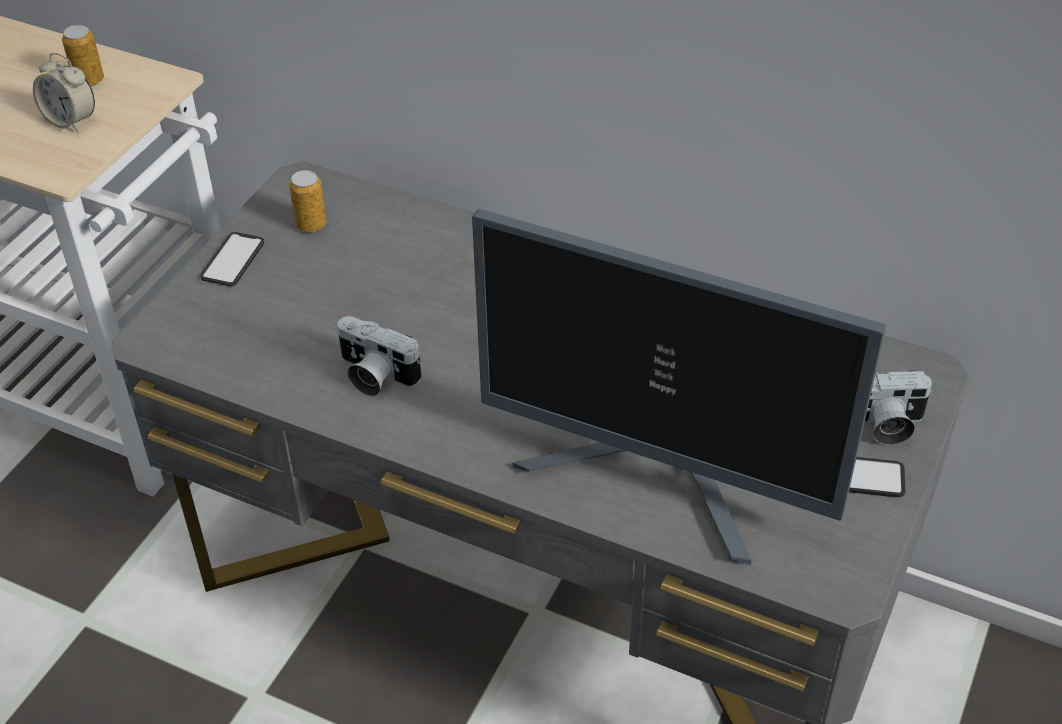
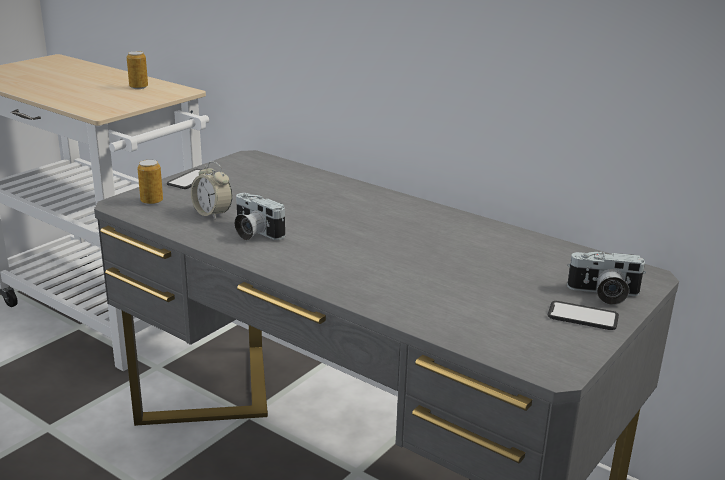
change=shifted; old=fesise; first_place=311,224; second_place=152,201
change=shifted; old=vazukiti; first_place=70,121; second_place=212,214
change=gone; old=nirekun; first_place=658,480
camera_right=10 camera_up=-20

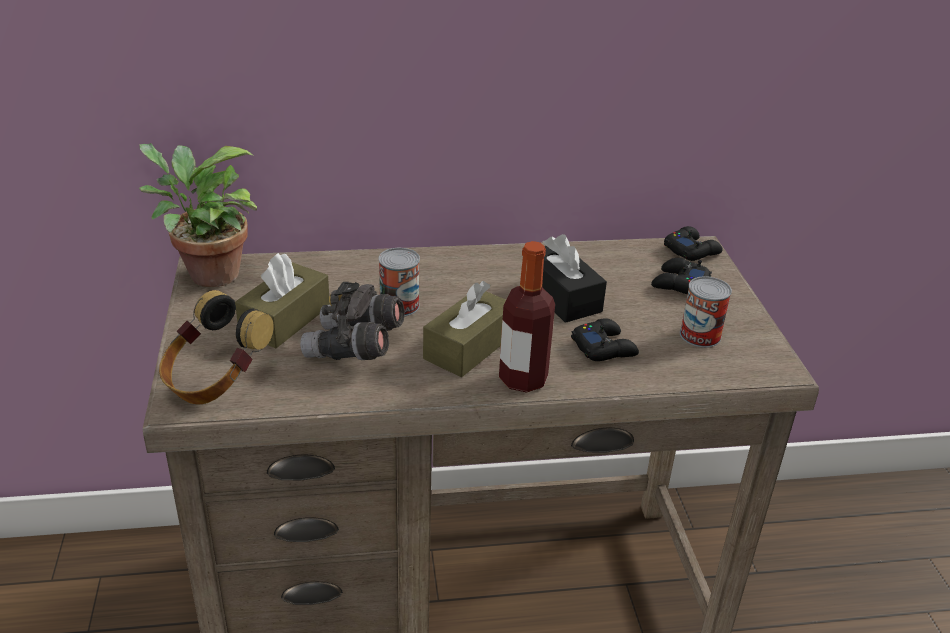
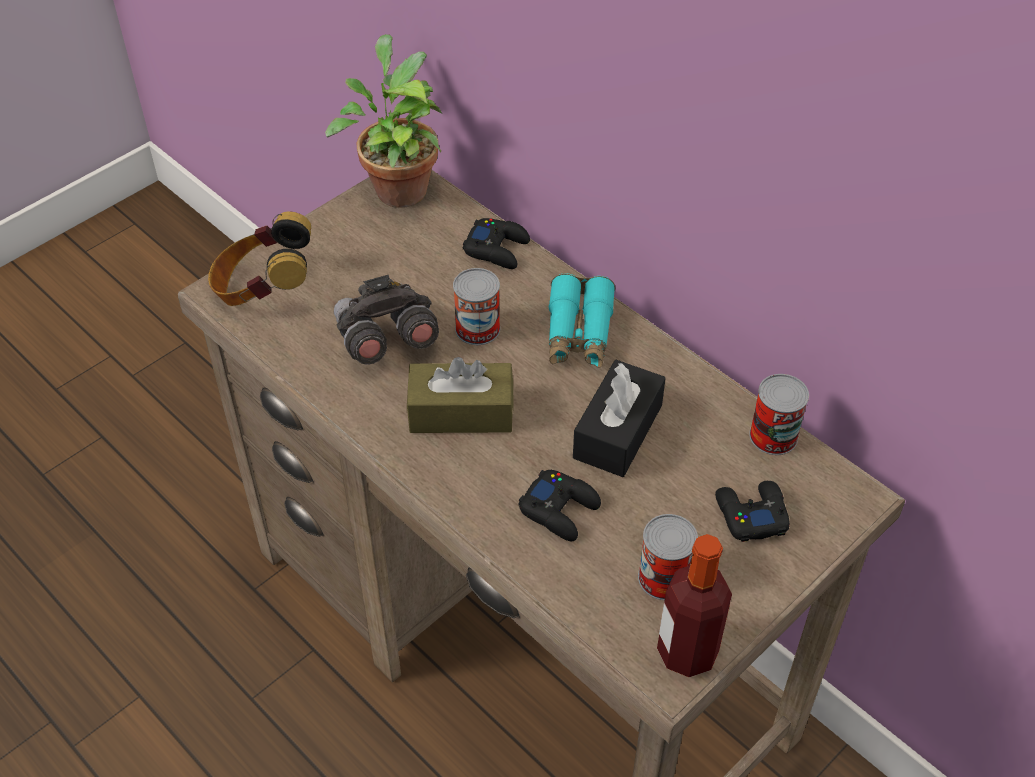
change=shifted; old=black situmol; first_place=691,250; second_place=497,249
change=new; new=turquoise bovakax; second_place=579,333
change=shifted; old=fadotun; first_place=523,379; second_place=687,652
change=new; new=fesise; second_place=773,436
change=gone; old=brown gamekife; first_place=285,320
camera_right=55 camera_up=15

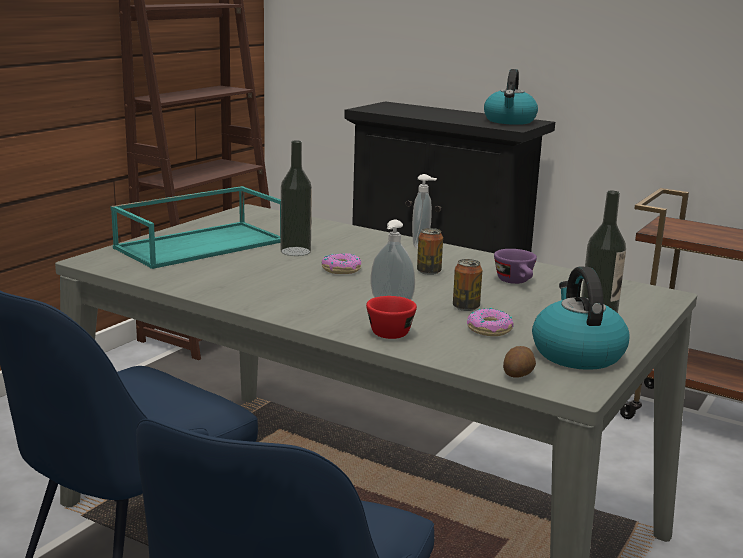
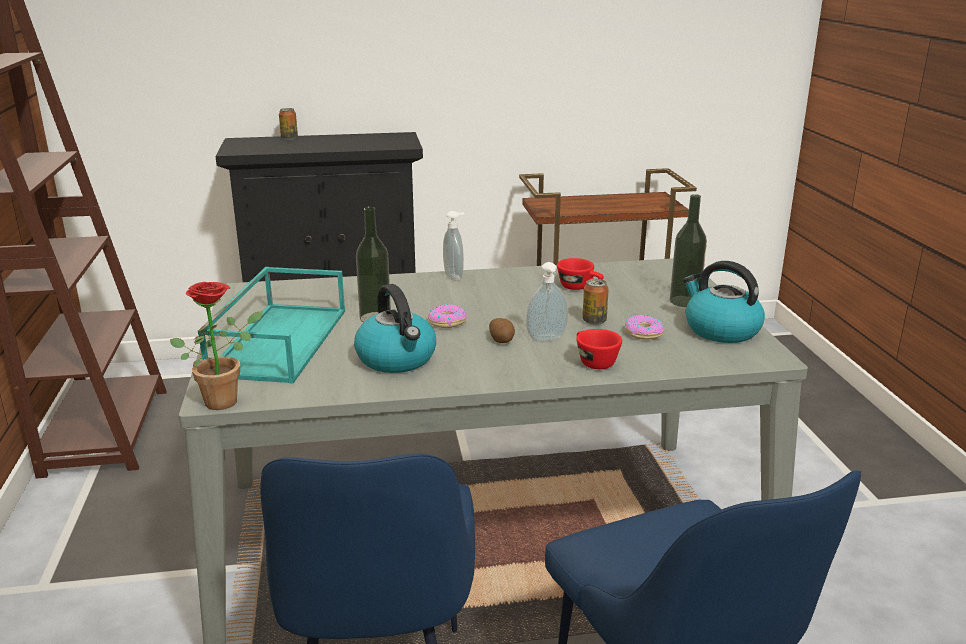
change=new; new=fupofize; second_place=227,399
change=shifted; old=fesise; first_place=428,272; second_place=289,138
change=shifted; old=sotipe; first_place=509,121; second_place=397,359
change=shifted; old=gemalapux; first_place=518,374; second_place=502,340
change=repainted; old=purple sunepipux; new=red sunepipux; first_place=516,282; second_place=579,287
camera_right=-40 camera_up=5

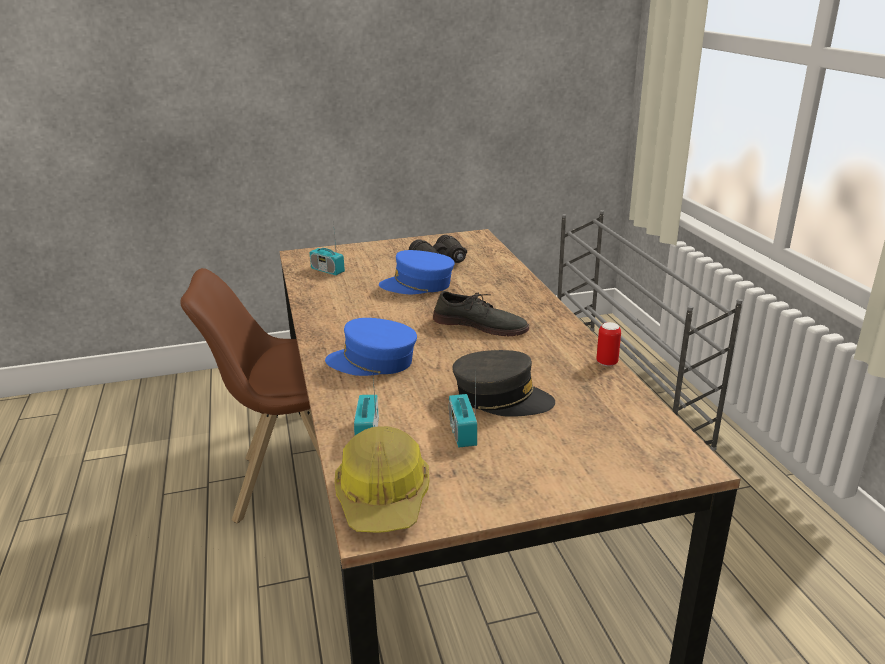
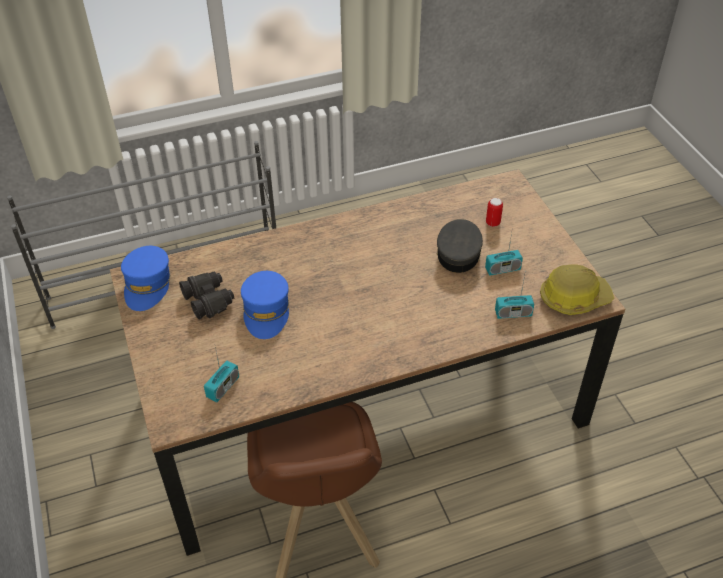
change=shifted; old=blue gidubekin; first_place=372,362; second_place=147,285
change=shifted; old=fesise; first_place=607,363; second_place=493,223
change=gone; old=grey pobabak; first_place=480,325
camera_right=-95 camera_up=20

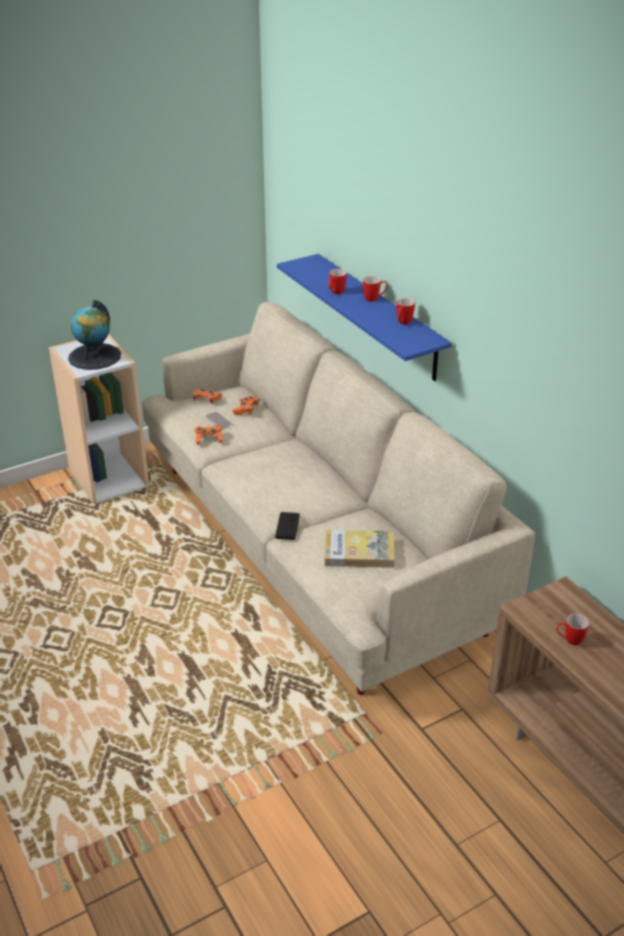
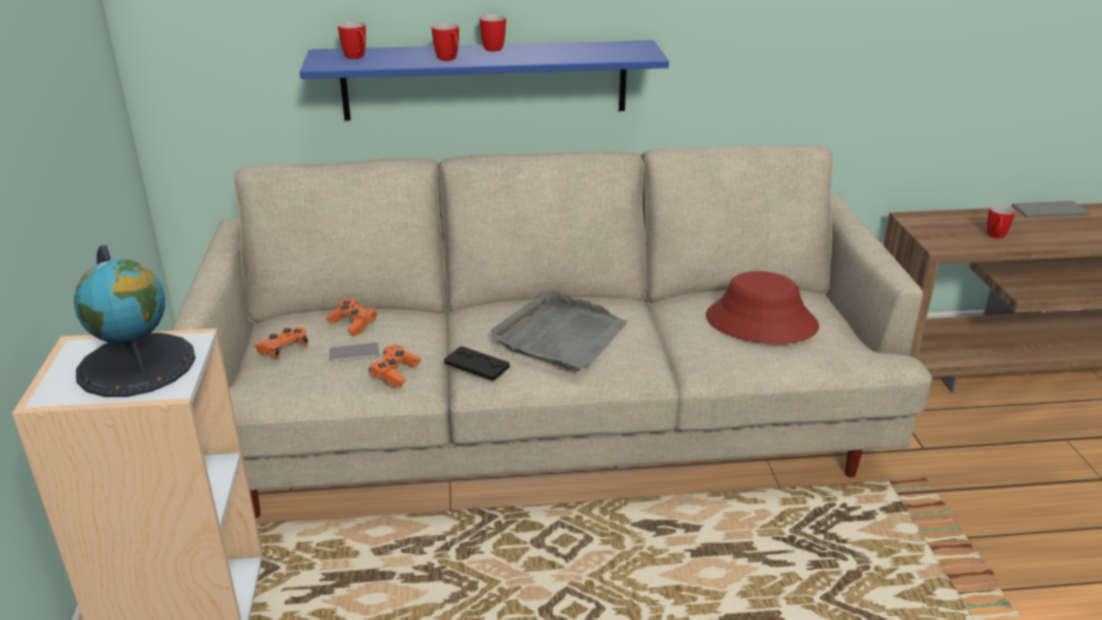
change=shifted; old=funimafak; first_place=403,323; second_place=357,58
change=shifted; old=black situmol; first_place=287,526; second_place=476,364
change=new; new=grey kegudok; second_place=560,336
change=swapped; old=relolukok; new=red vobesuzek; first_place=359,552; second_place=761,322
camera_right=-65 camera_up=-5

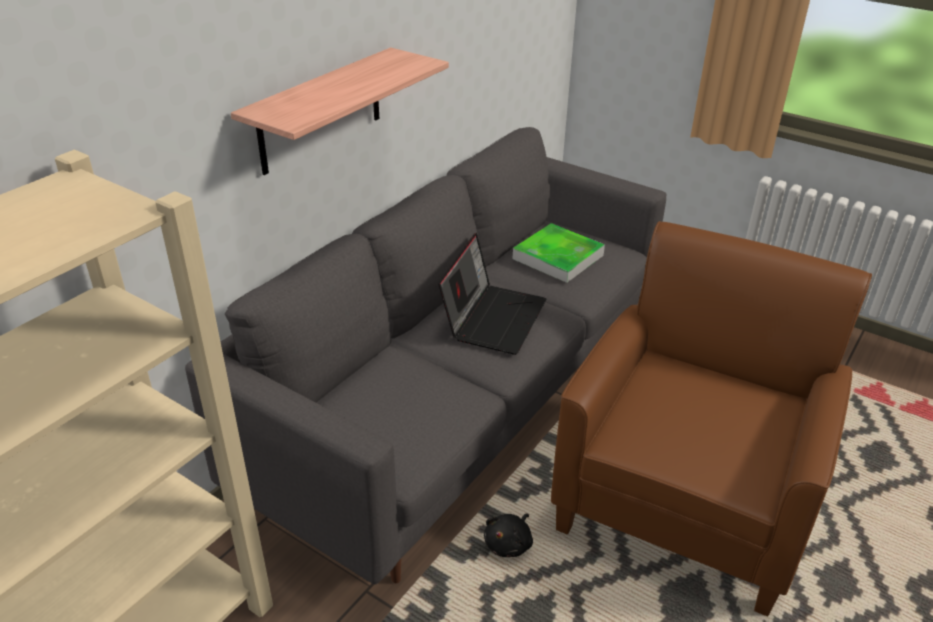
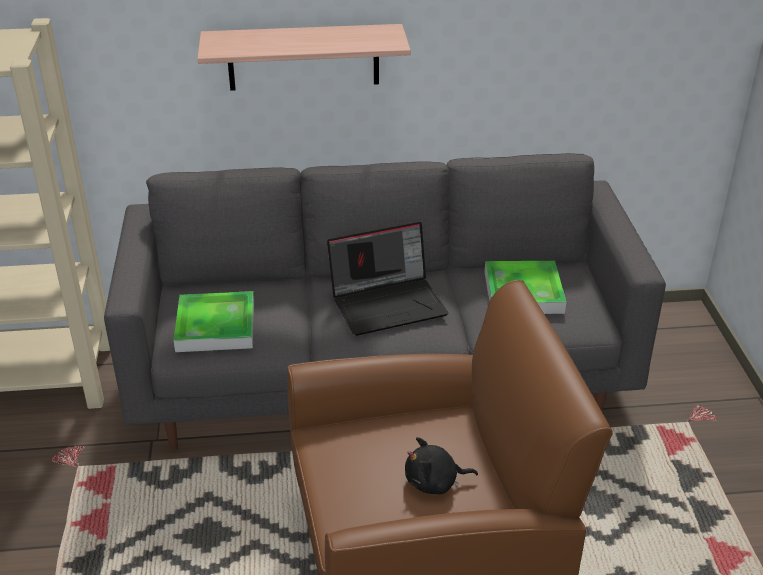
change=new; new=kegudok; second_place=216,326
change=shifted; old=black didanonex; first_place=509,544; second_place=435,482
camera_right=50 camera_up=0

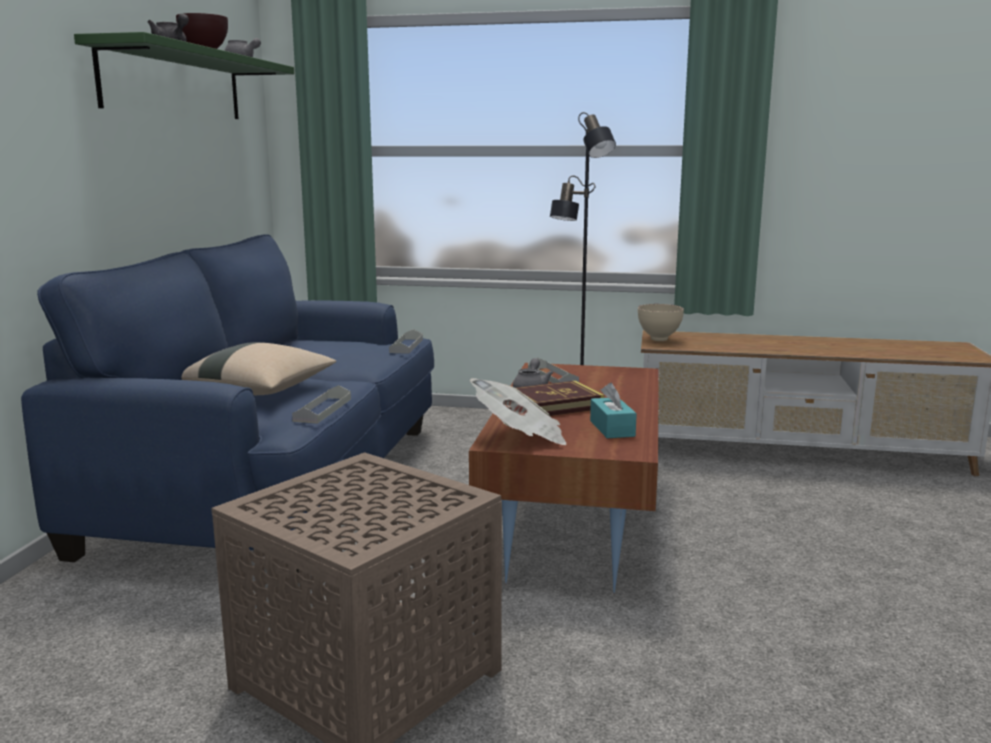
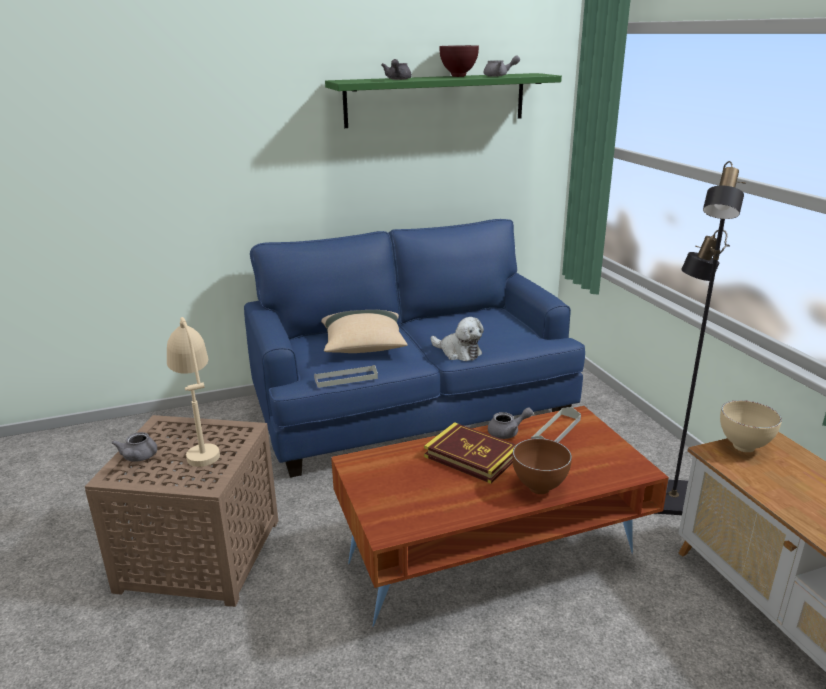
change=new; new=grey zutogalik; second_place=137,458
change=new; new=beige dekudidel; second_place=200,439
change=new; new=didanonex; second_place=458,352
change=new; new=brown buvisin; second_place=538,488
change=gone; old=grey kegudok; first_place=406,346
change=gone; old=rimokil; first_place=520,437
change=gone; old=turquoise gamekife; first_place=612,428
camera_right=60 camera_up=10

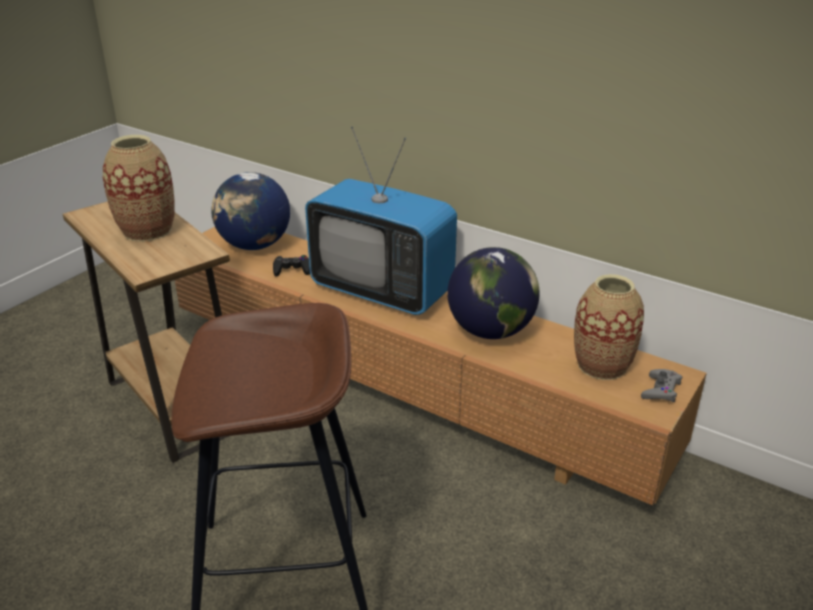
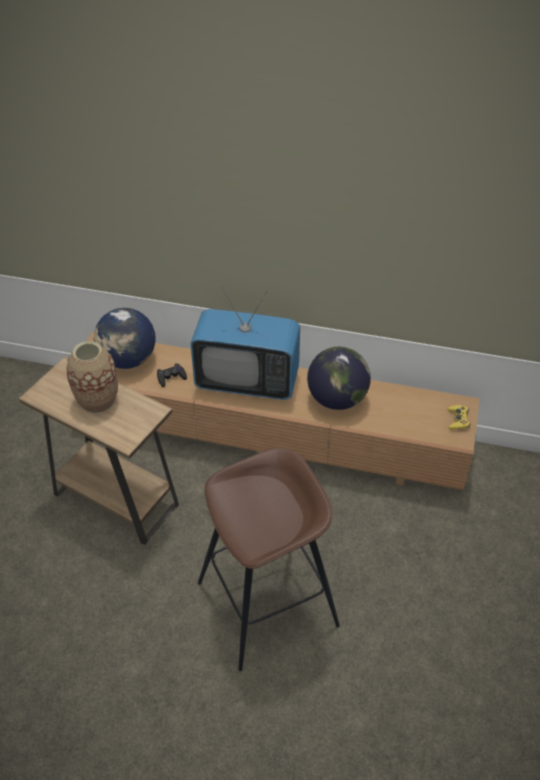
change=repainted; old=grey situmol; new=yellow situmol; first_place=661,390; second_place=458,420
change=gone; old=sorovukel; first_place=601,365
camera_right=-20 camera_up=15

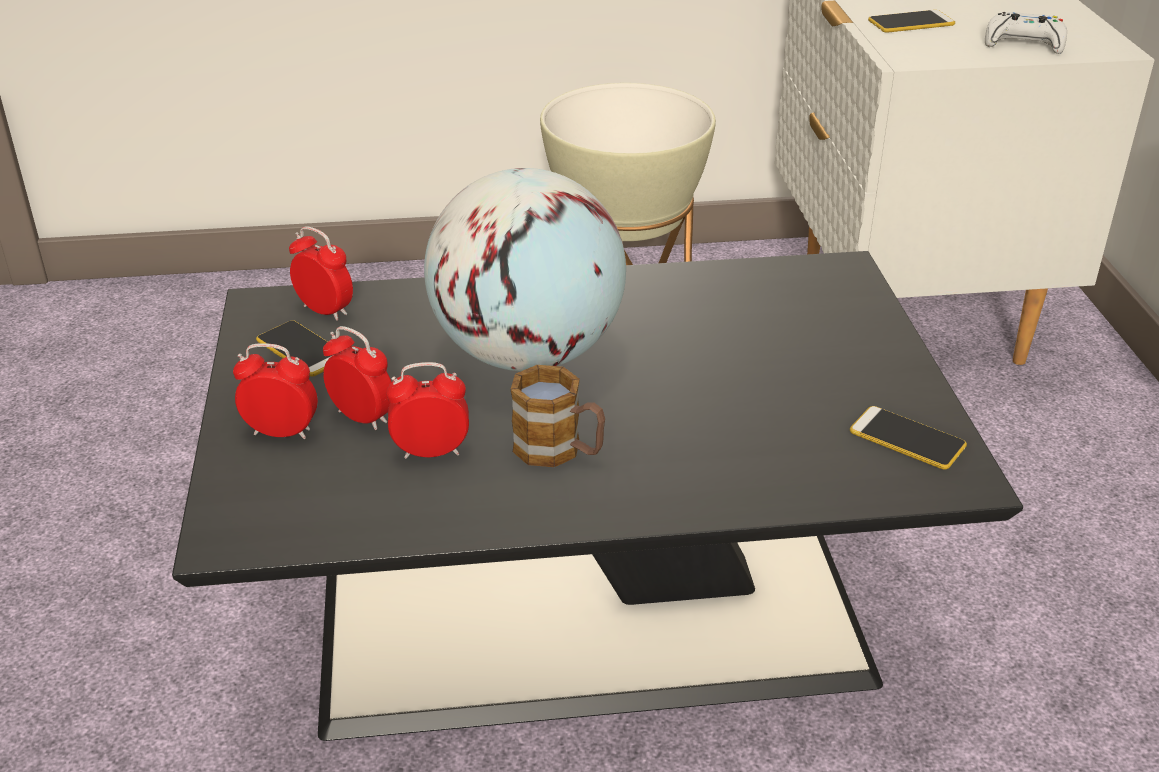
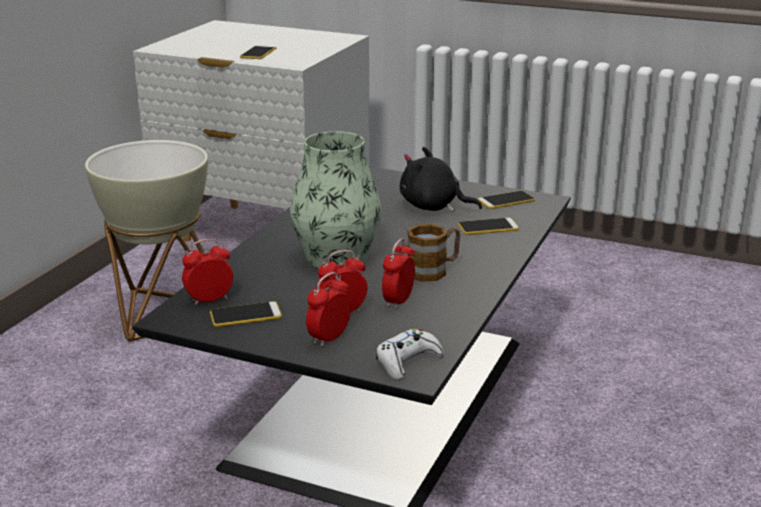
change=swapped; old=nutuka; new=sorovukel; first_place=527,354; second_place=336,257
change=shifted; old=white situmol; first_place=1023,43; second_place=407,361
change=new; new=black didanonex; second_place=433,207
change=new; new=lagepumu; second_place=488,227
camera_right=-60 camera_up=-10

